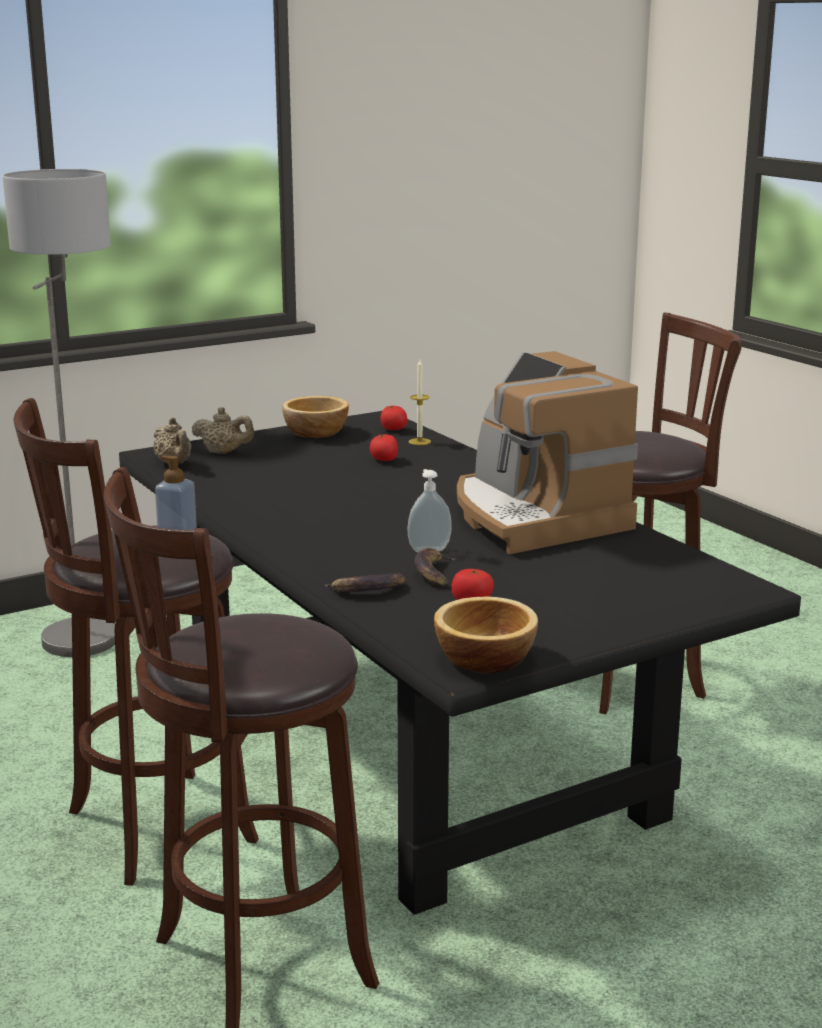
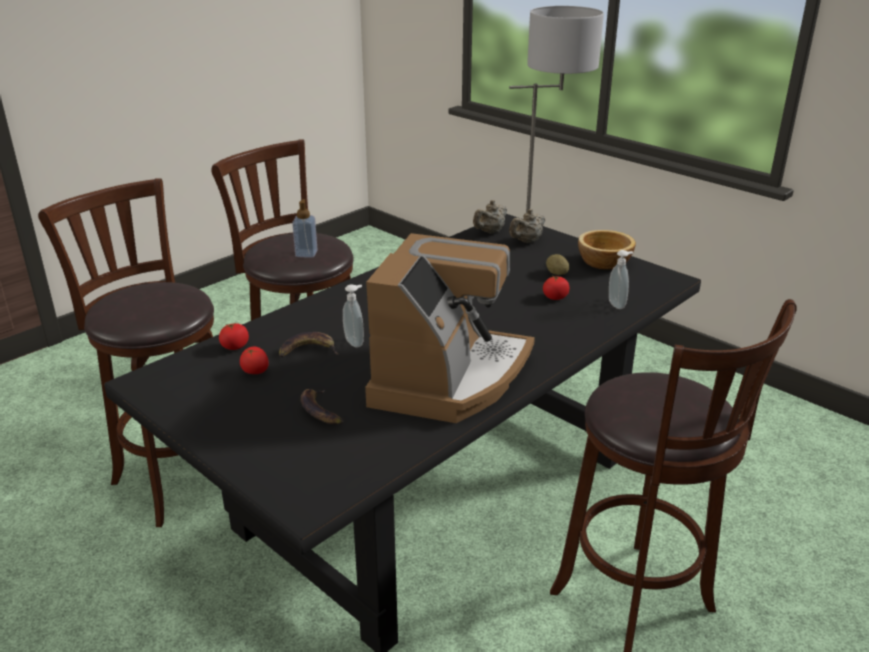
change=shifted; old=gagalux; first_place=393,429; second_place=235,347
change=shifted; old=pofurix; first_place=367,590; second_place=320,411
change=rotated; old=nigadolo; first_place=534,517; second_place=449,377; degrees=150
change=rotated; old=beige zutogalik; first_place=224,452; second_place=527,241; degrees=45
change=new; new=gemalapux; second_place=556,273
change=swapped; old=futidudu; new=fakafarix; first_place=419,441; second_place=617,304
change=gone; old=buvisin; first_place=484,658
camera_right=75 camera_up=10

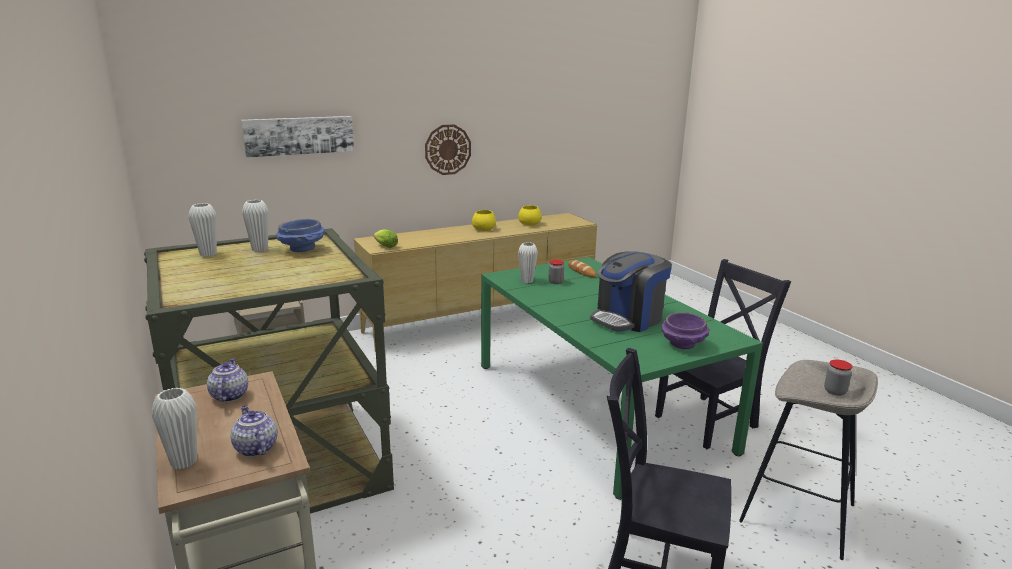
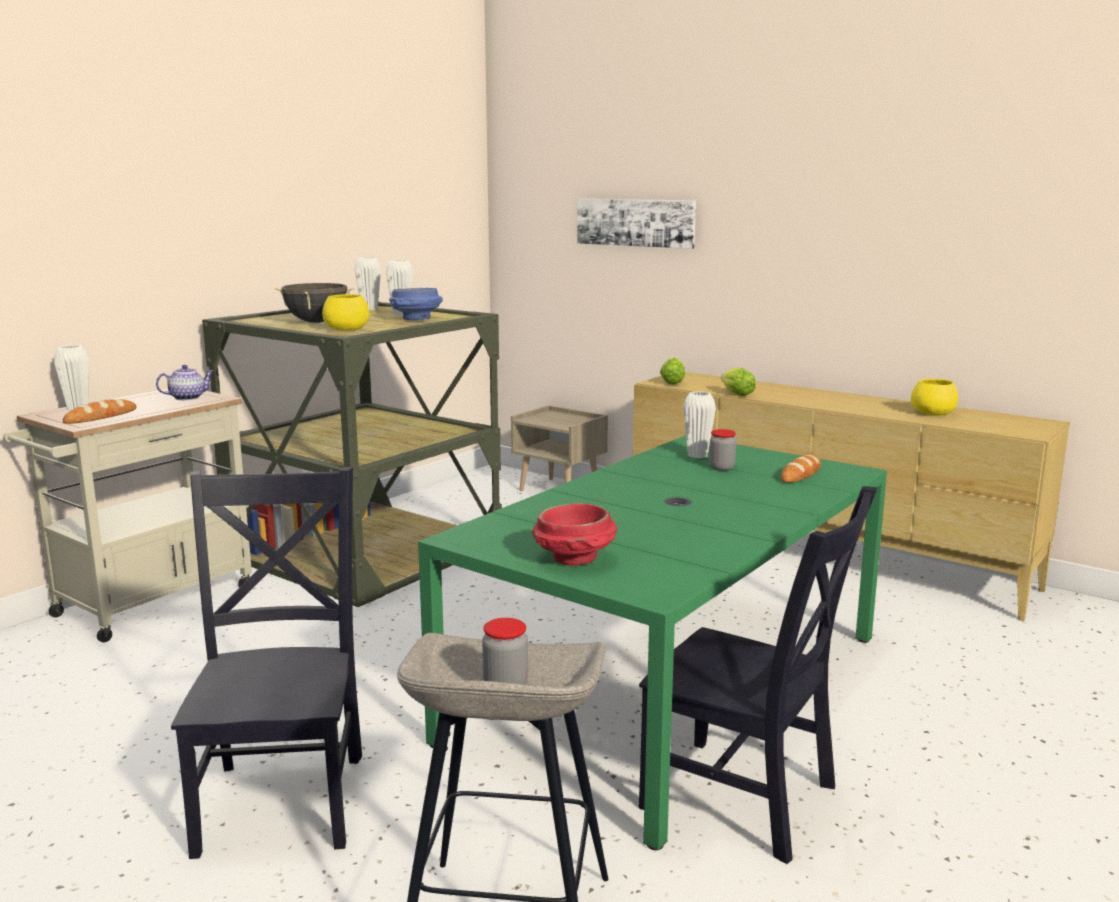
change=swapped; old=zutogalik; new=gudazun; first_place=255,448; second_place=101,417
change=new; new=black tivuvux; second_place=316,322
change=shifted; old=yellow buvisin; first_place=484,229; second_place=347,329
change=repainted; old=purple buvisin; new=red buvisin; first_place=683,344; second_place=575,559
change=new; new=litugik; second_place=735,394
change=gone; old=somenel; first_place=448,149
change=gone; old=nigadolo; first_place=628,319
camera_right=65 camera_up=-5

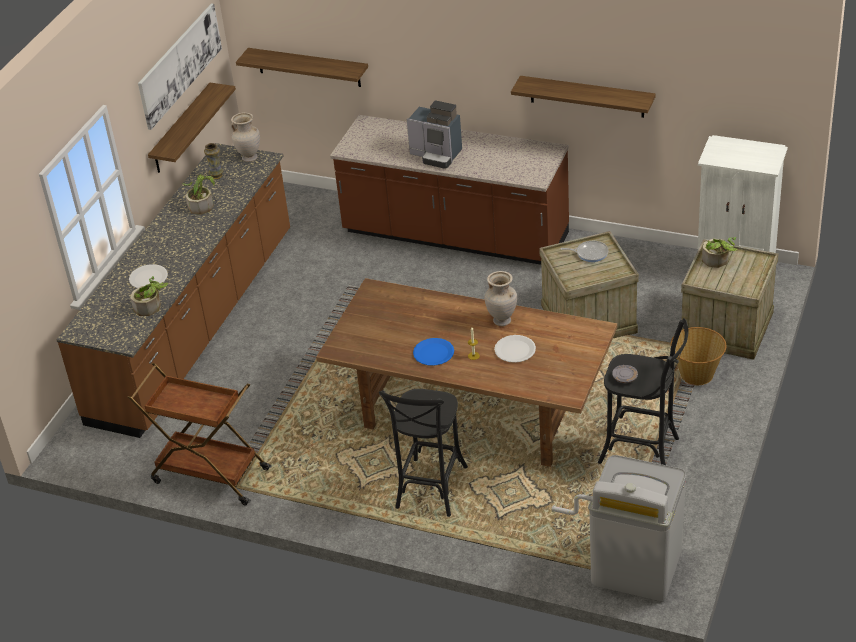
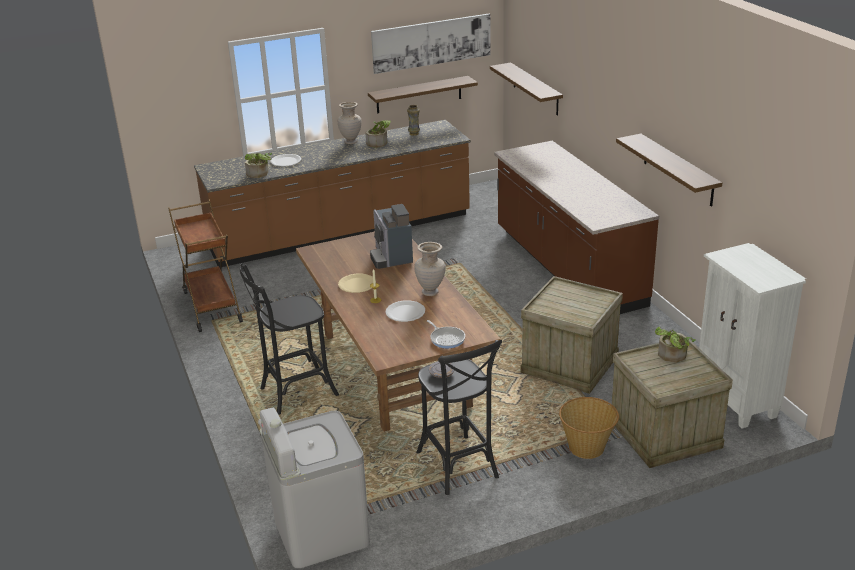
change=shifted; old=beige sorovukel; first_place=249,158; second_place=351,142
change=repainted; old=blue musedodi; new=beige musedodi; first_place=433,353; second_place=357,284
change=shifted; old=nigadolo; first_place=436,155; second_place=391,257
change=shifted; old=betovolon; first_place=590,253; second_place=446,338
camera_right=45 camera_up=-10

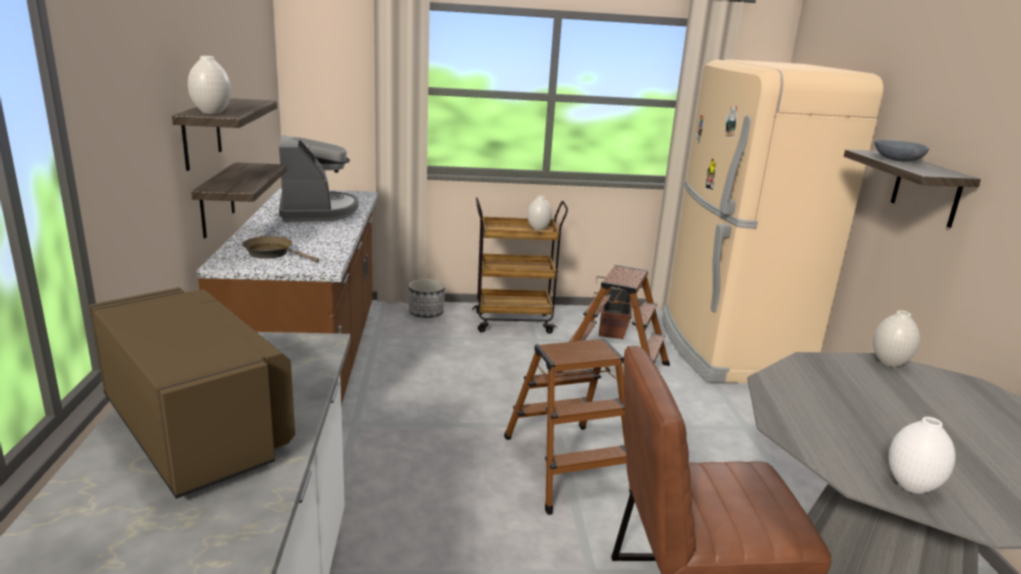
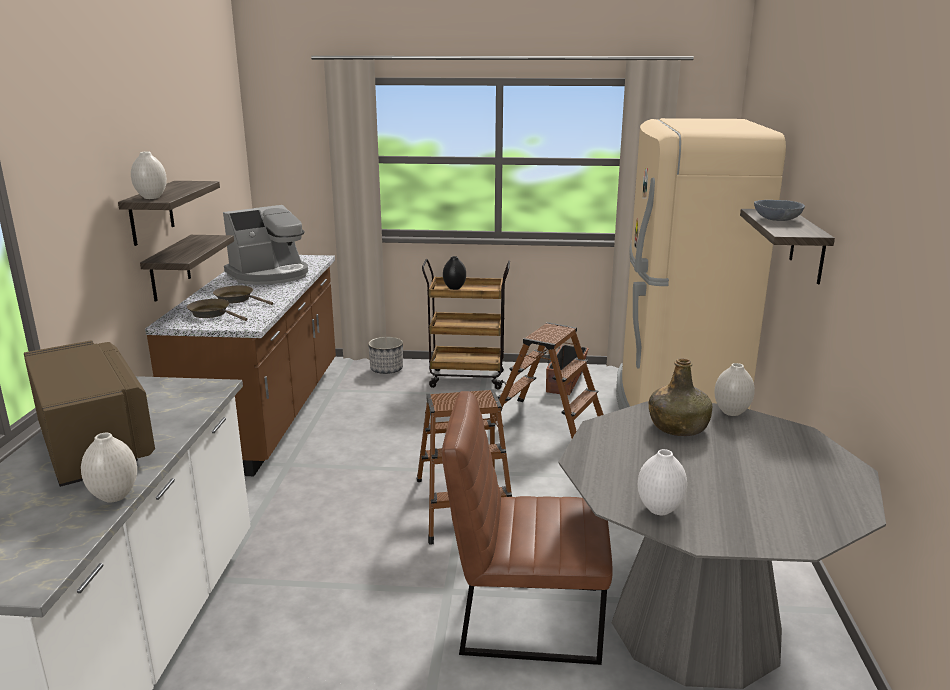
change=shifted; old=white sorovukel; first_place=538,228; second_place=115,496
change=new; new=brown betovolon; second_place=237,299
change=rotated; old=nigadolo; first_place=317,211; second_place=270,275; degrees=60
change=new; new=black sorovukel; second_place=454,288
change=new; new=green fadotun; second_place=678,427
camera_right=10 camera_up=0

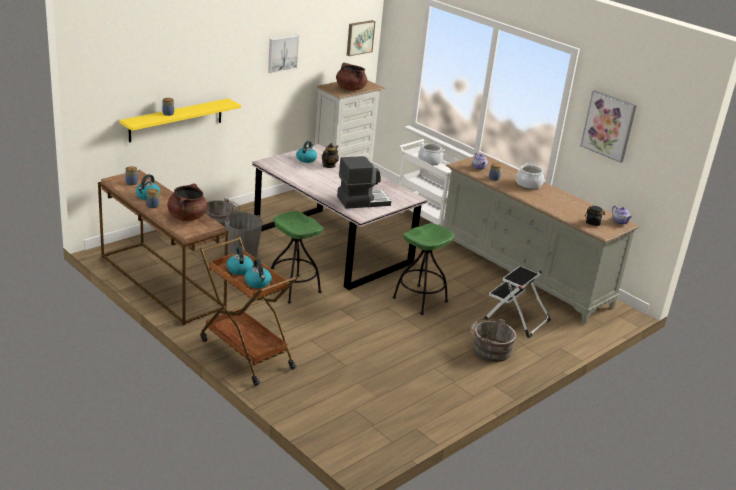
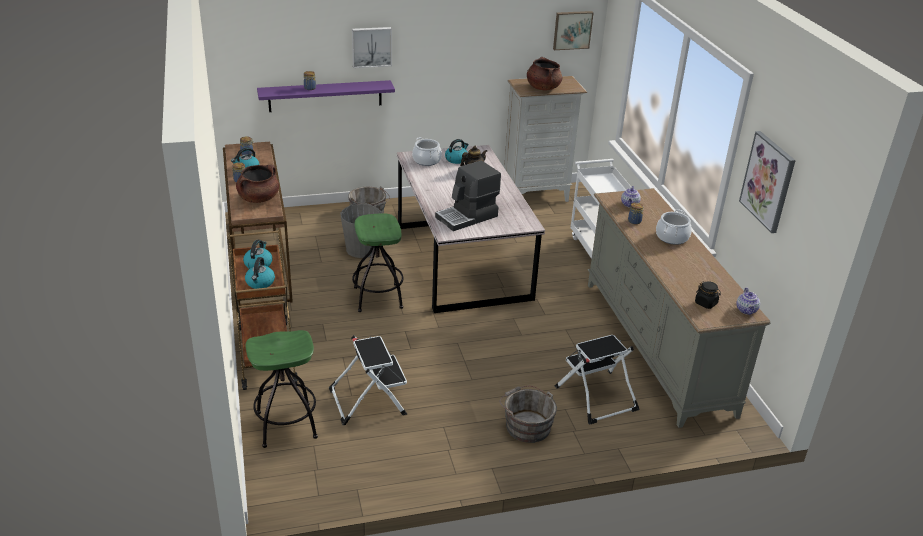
change=shifted; old=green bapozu; first_place=420,299; second_place=286,424
change=repainted; old=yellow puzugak; new=purple puzugak; first_place=176,120; second_place=325,96
change=new; new=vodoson; second_place=368,399
change=shifted; old=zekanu; first_place=282,53; second_place=371,46
change=shifted; old=tivuvux; first_place=429,161; second_place=426,160
change=rotated; old=nigadolo; first_place=362,201; second_place=467,217; degrees=135
camera_right=30 camera_up=5

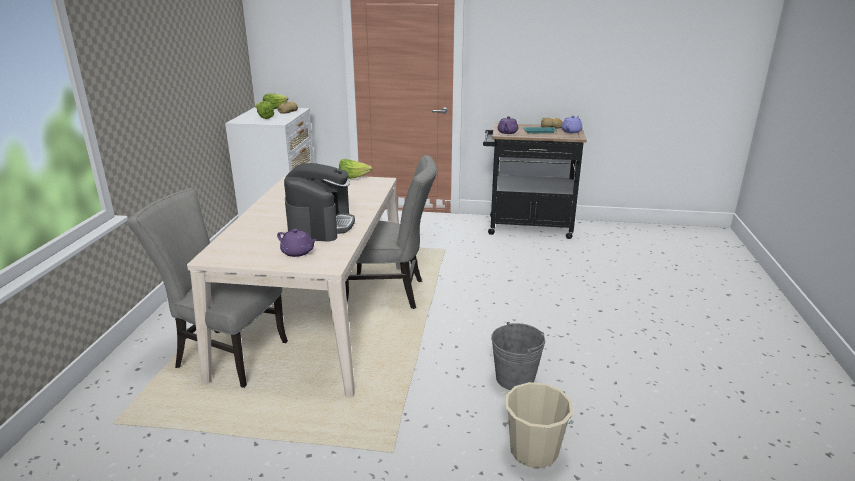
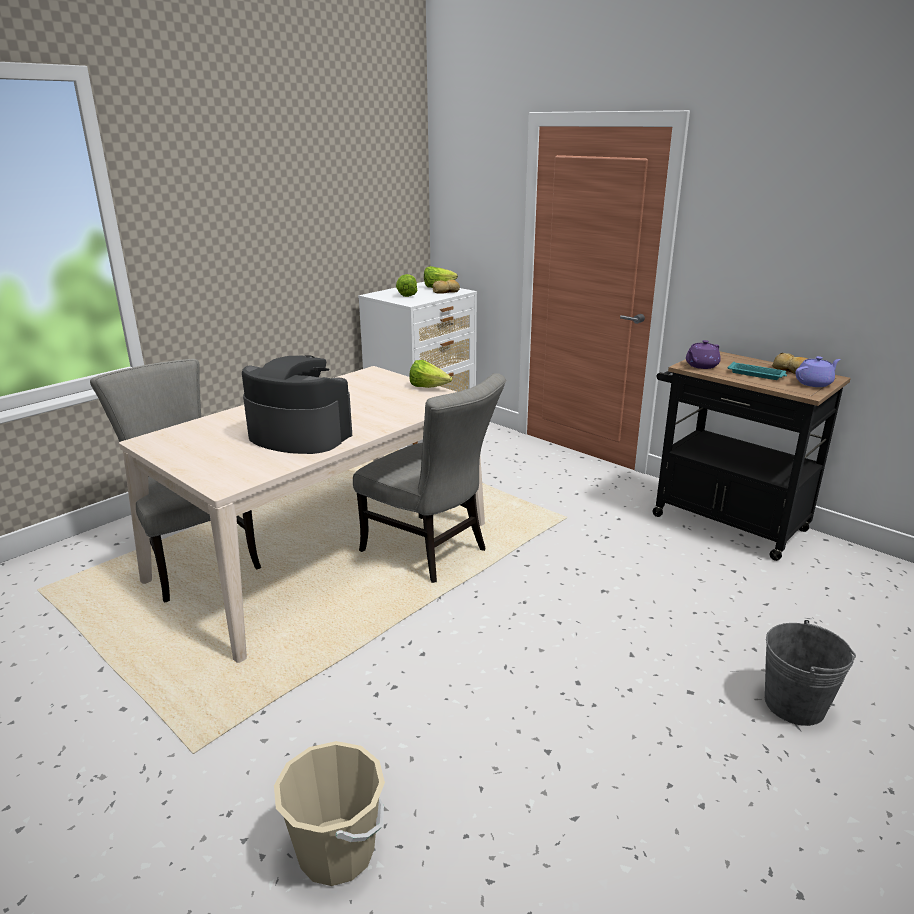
change=rotated; old=nigadolo; first_place=321,225; second_place=299,435; degrees=-105
change=shifted; old=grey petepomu; first_place=515,379; second_place=794,704
change=gone; old=purple zutogalik; first_place=298,252
camera_right=35 camera_up=0

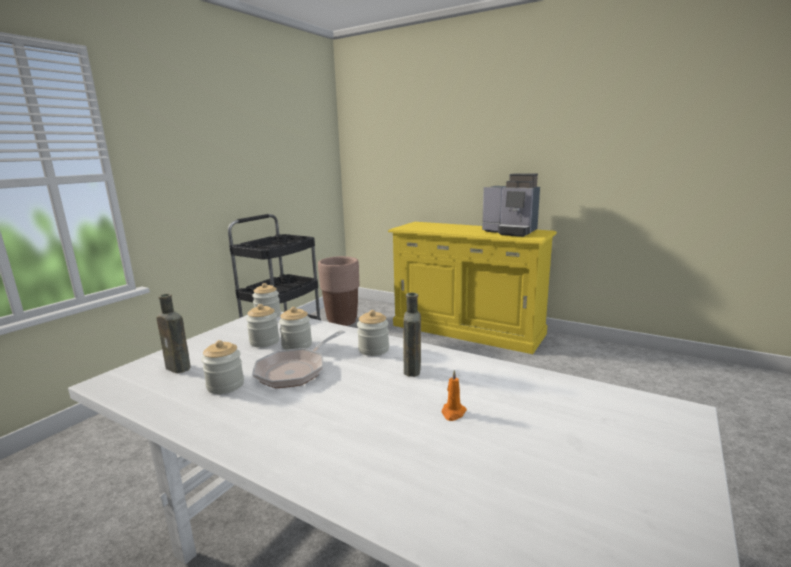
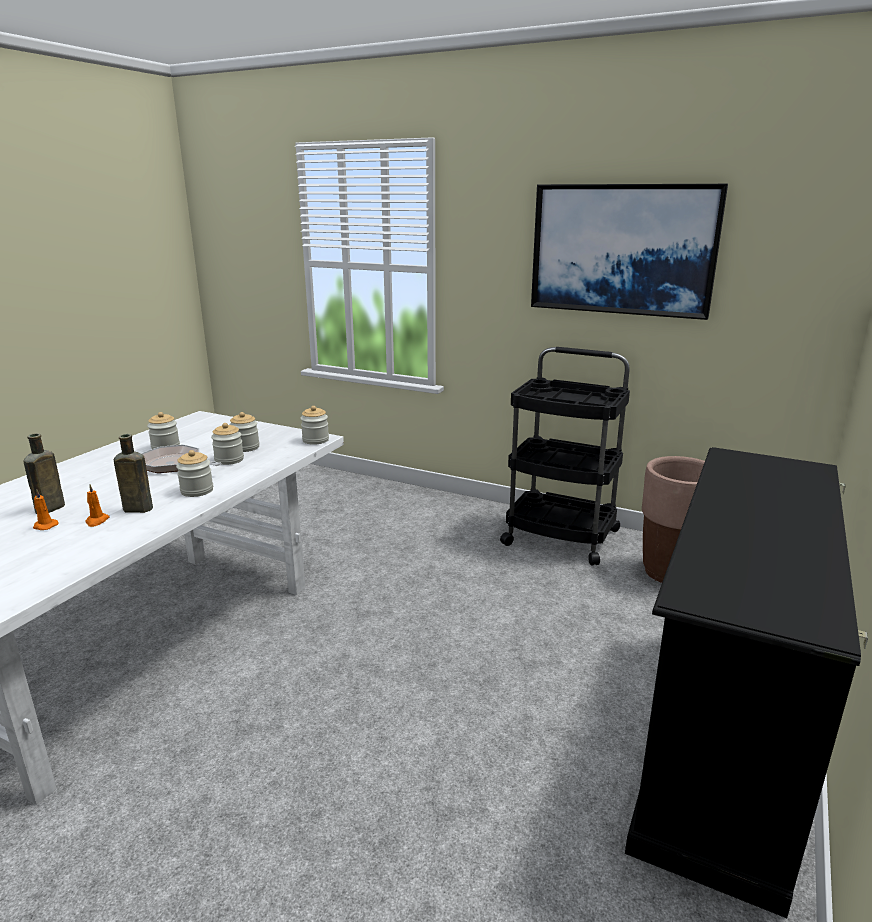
change=shifted; old=brown fadotun; first_place=179,368; second_place=48,509
change=new; new=orange futidudu; second_place=97,521
change=new; new=zekanu; second_place=622,249
change=repainted; old=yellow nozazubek; new=black nozazubek; first_place=467,329; second_place=723,739
change=gone; old=nigadolo; first_place=510,232
camera_right=85 camera_up=5

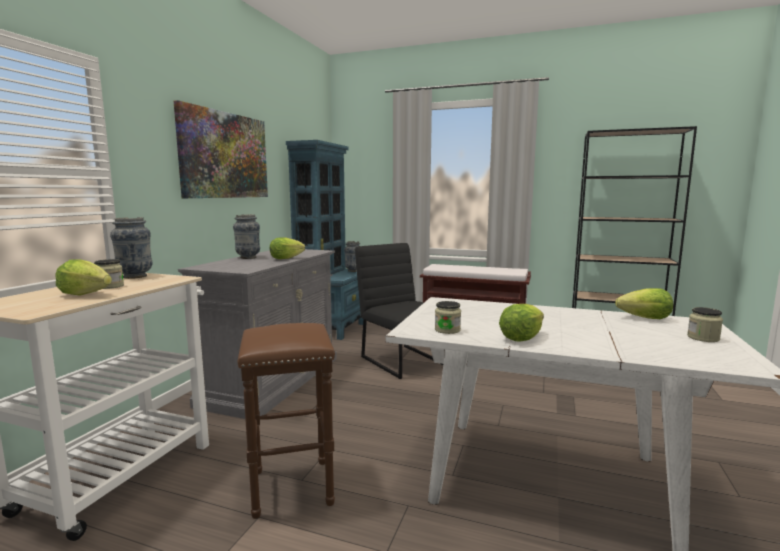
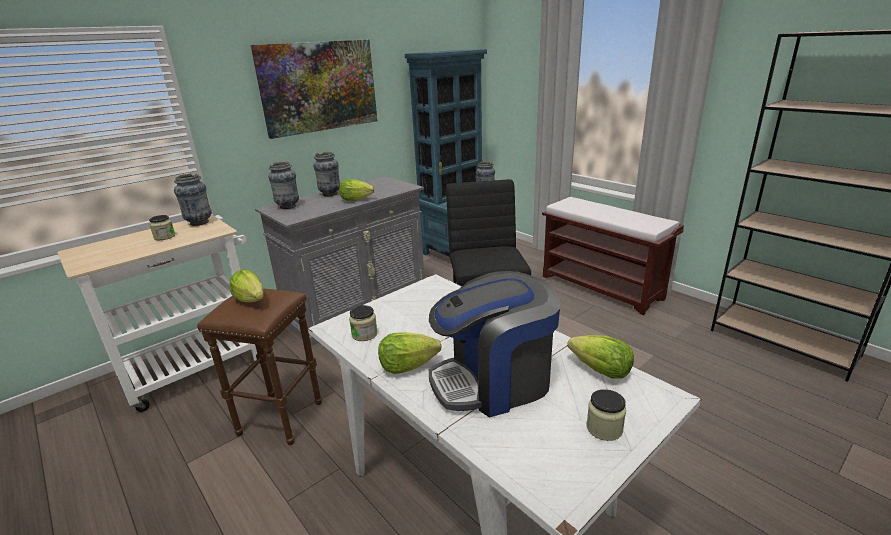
change=shifted; old=litugik; first_place=85,294; second_place=251,299
change=new; new=sorovukel; second_place=287,206
change=new; new=nigadolo; second_place=494,381
camera_right=30 camera_up=15

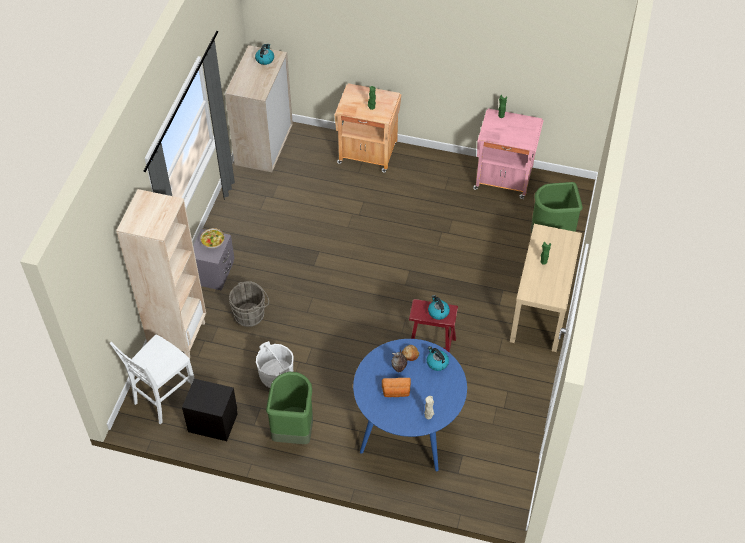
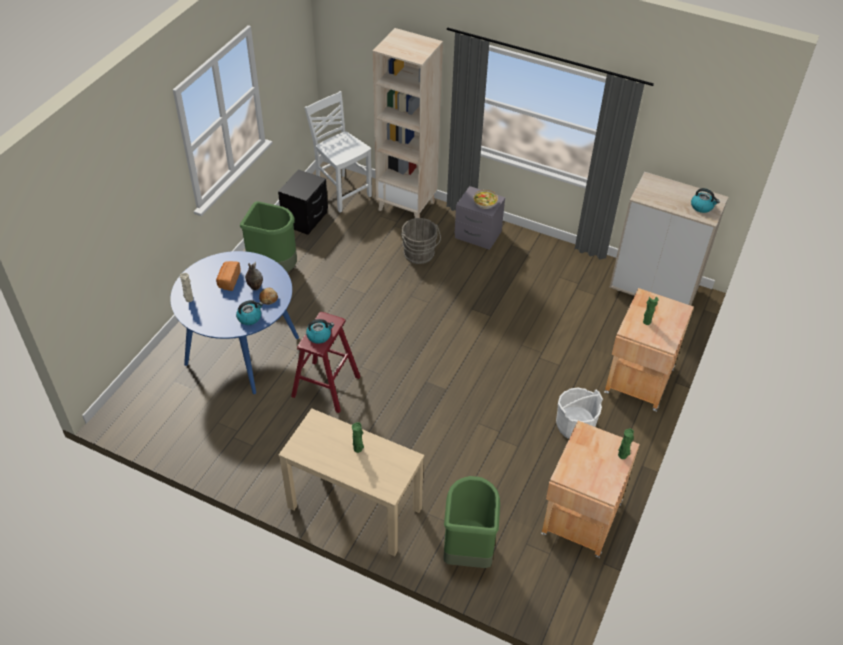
change=repainted; old=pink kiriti; new=brown kiriti; first_place=504,180; second_place=580,520
change=shifted; old=white petepomu; first_place=276,376; second_place=574,426
camera_right=100 camera_up=-5

